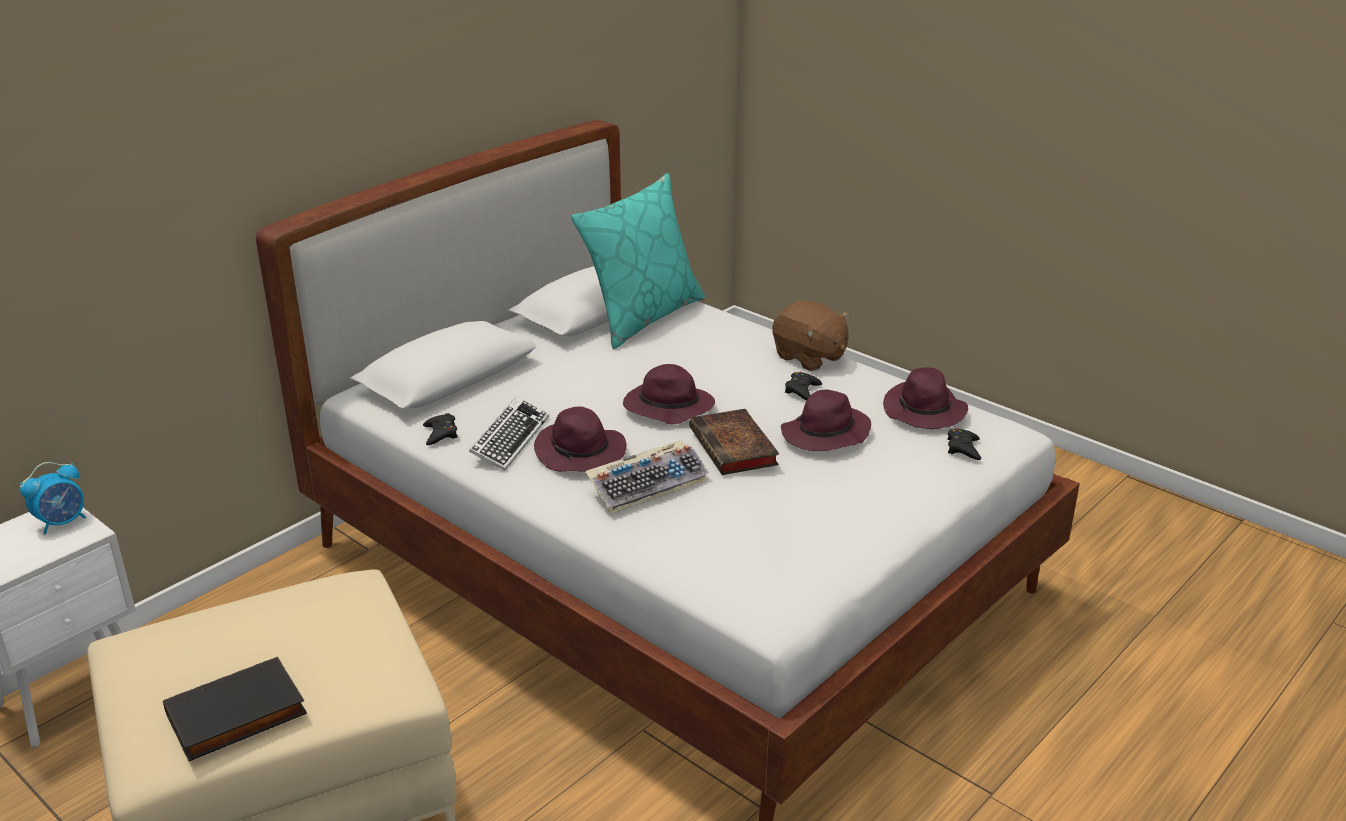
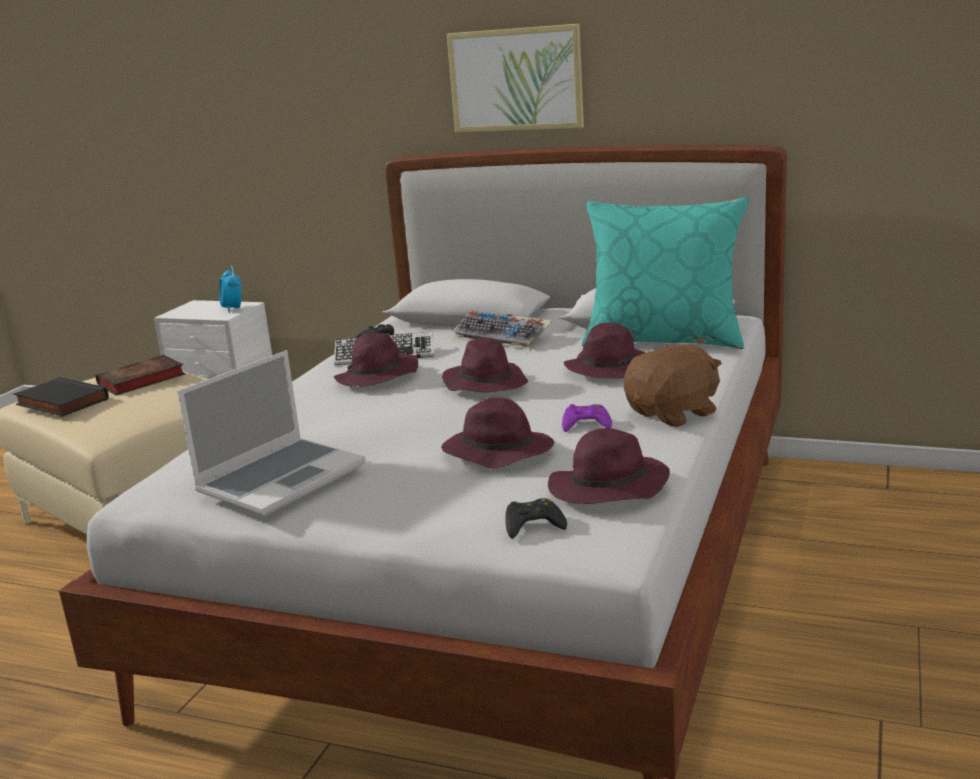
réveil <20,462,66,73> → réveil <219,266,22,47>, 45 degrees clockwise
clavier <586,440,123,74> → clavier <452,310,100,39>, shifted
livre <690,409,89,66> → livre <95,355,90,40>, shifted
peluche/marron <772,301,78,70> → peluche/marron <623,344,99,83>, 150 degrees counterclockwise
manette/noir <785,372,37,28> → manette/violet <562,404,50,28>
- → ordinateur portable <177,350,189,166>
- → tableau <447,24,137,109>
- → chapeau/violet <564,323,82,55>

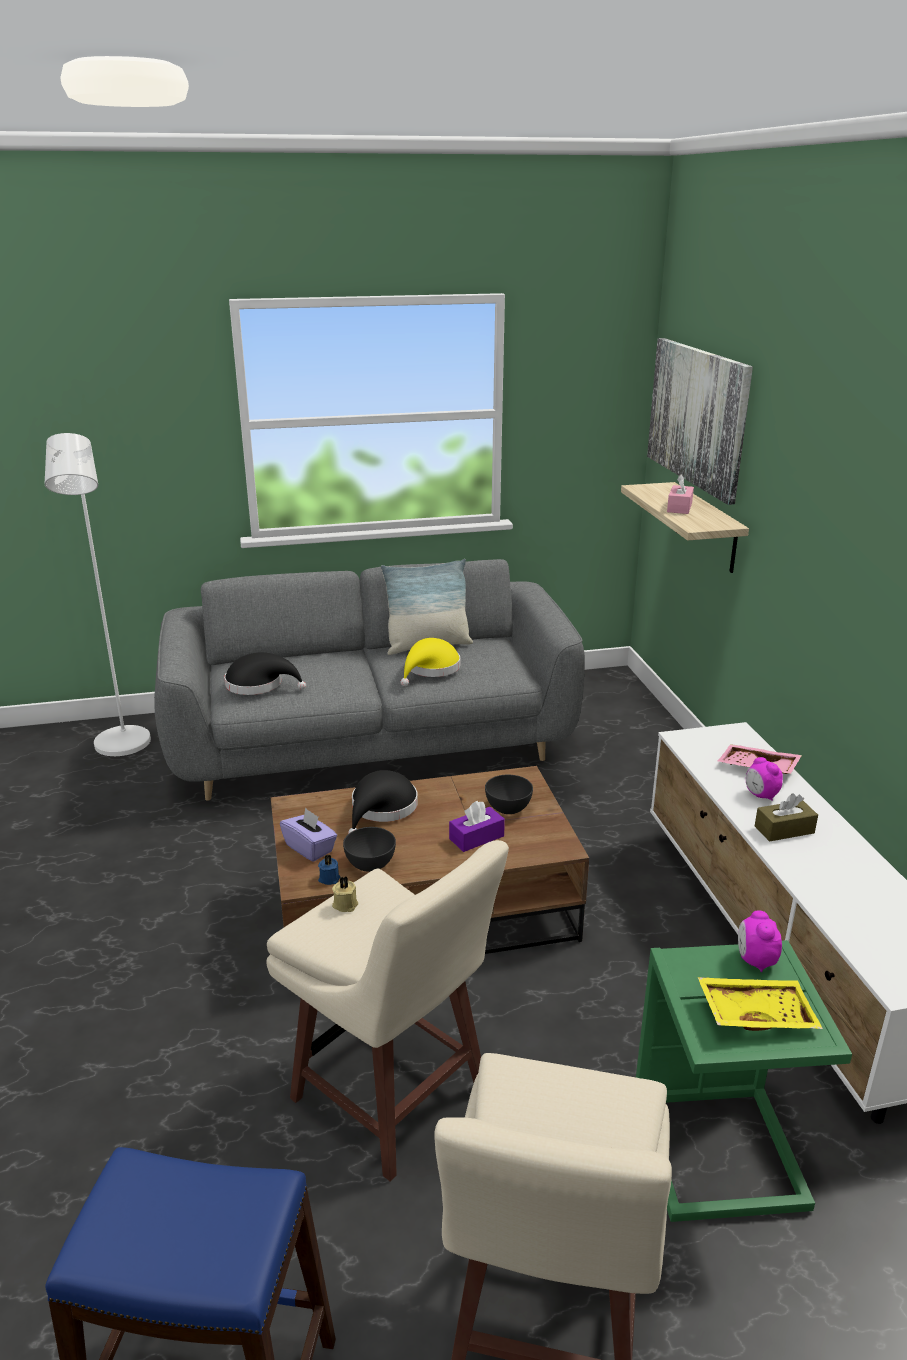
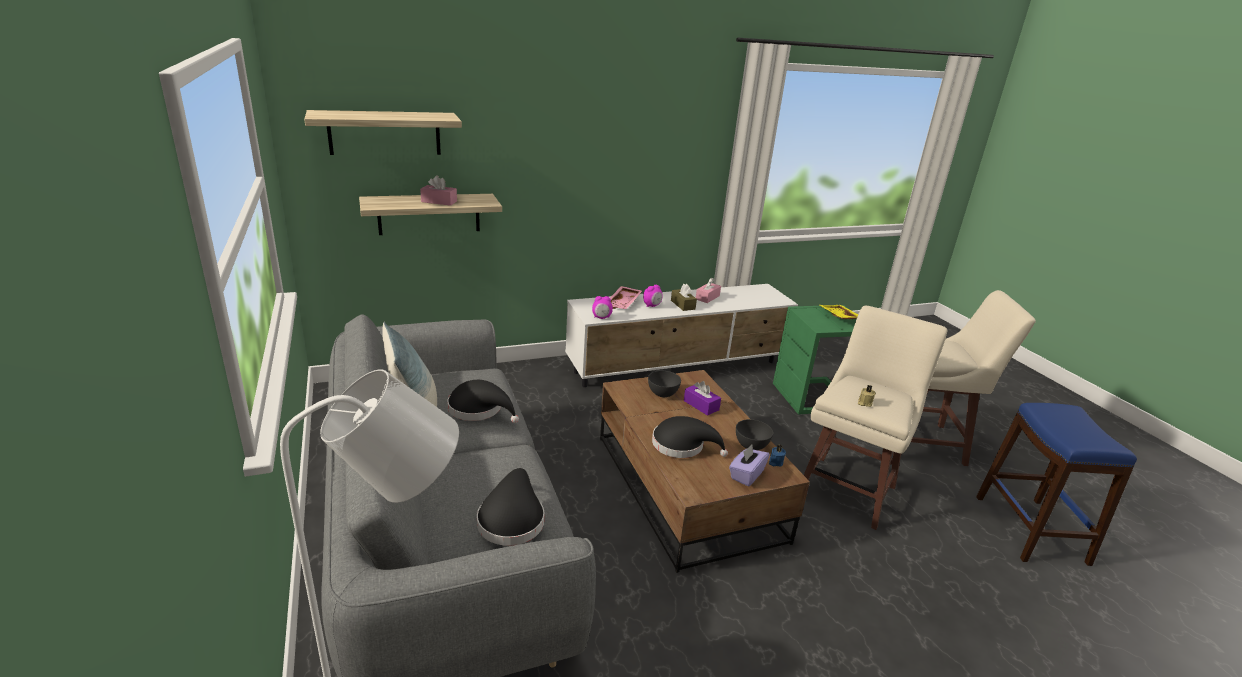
chapeau/jaune <401,638,59,48> → chapeau/noir <447,380,72,43>
tableau <647,338,106,167> → étagère <304,110,158,45>
réveil <738,910,44,62> → réveil <592,296,21,23>, shifted
- → boîte à mouchoirs/rose <696,277,25,26>

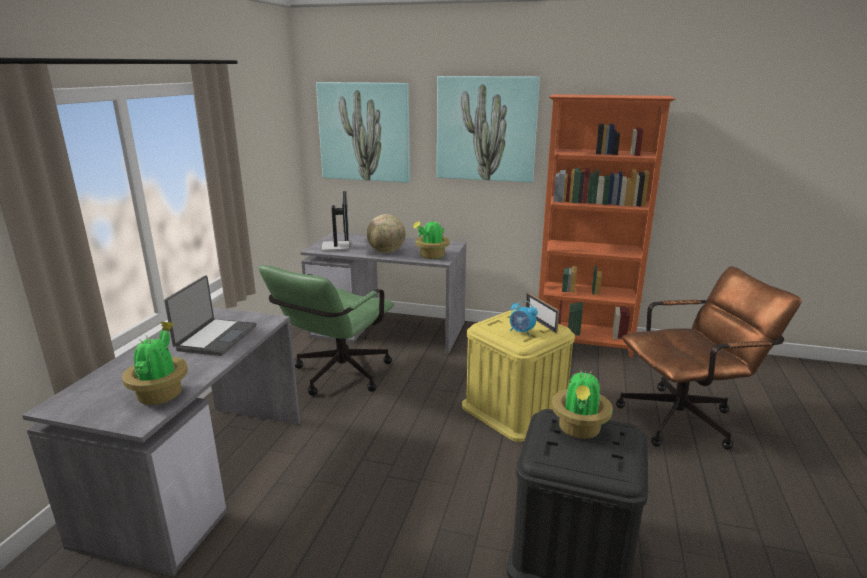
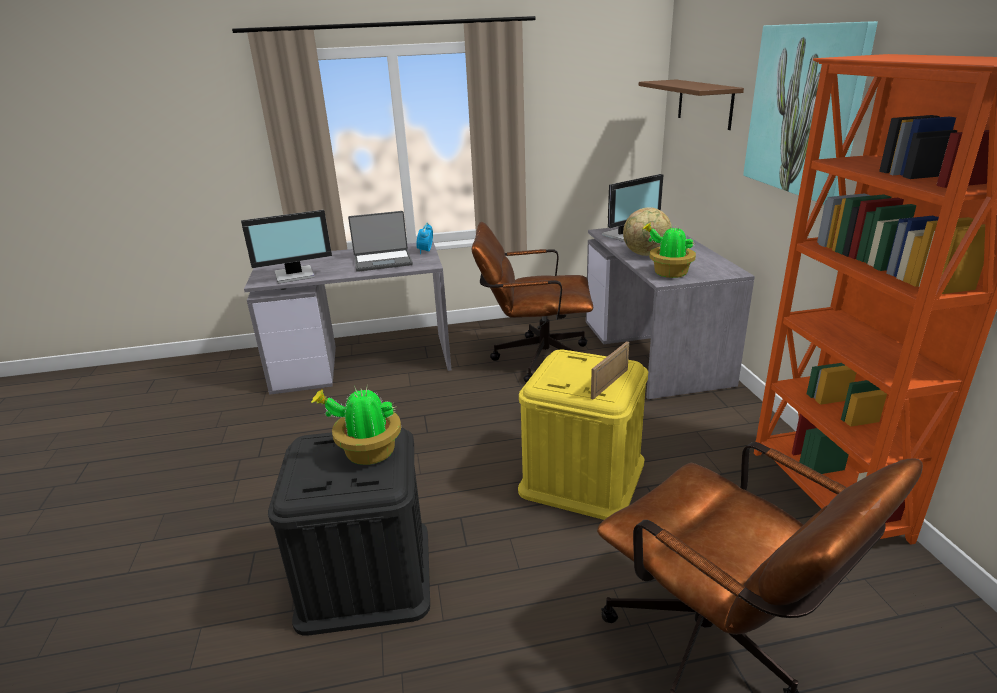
plante en pot <122,322,66,83> → écran d'ordinateur <241,210,91,73>
chaise de bureau/vert <259,265,135,131> → chaise de bureau/marron <472,222,121,161>
tableau <316,82,94,101> → étagère/marron <638,80,106,50>
réveil <510,300,28,36> → réveil <417,222,16,32>, shifted

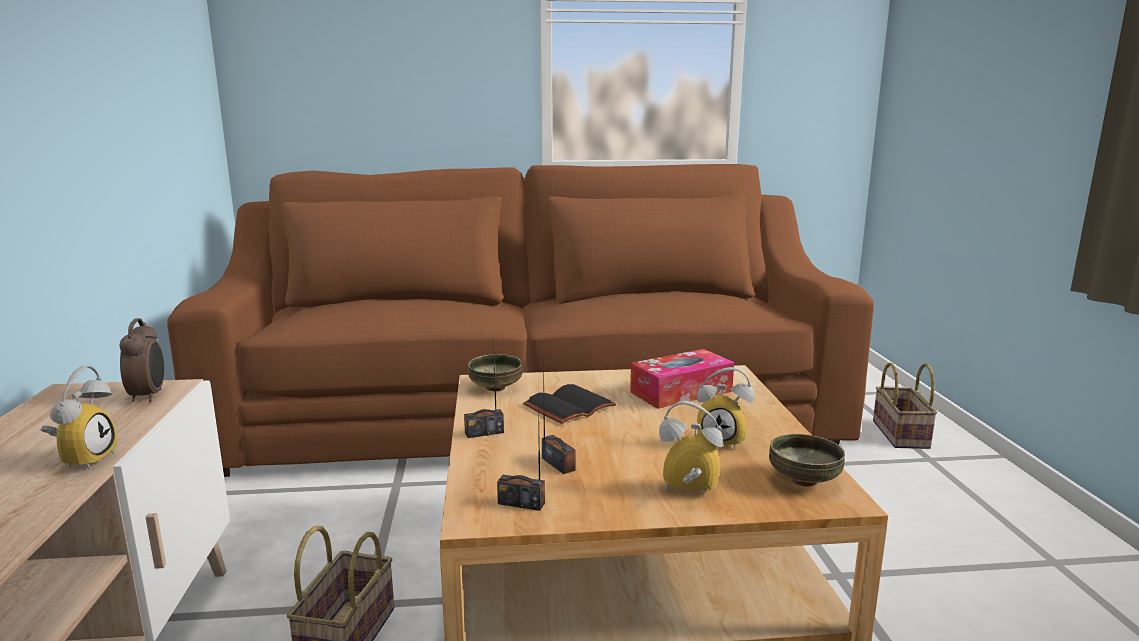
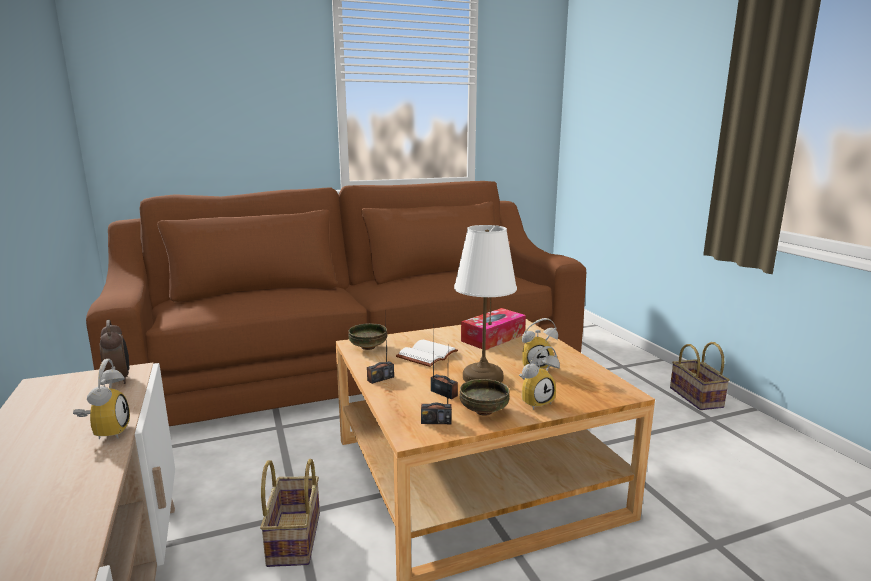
livre/noir <523,384,93,40> → livre/blanc <396,340,62,27>
réveil <659,401,64,96> → réveil <519,346,41,64>, 150 degrees clockwise
bol <769,434,76,53> → bol <460,379,50,37>, shifted
panier <873,363,65,86> → panier <670,342,60,68>, shifted
- → lampe de table/blanc <454,225,63,158>

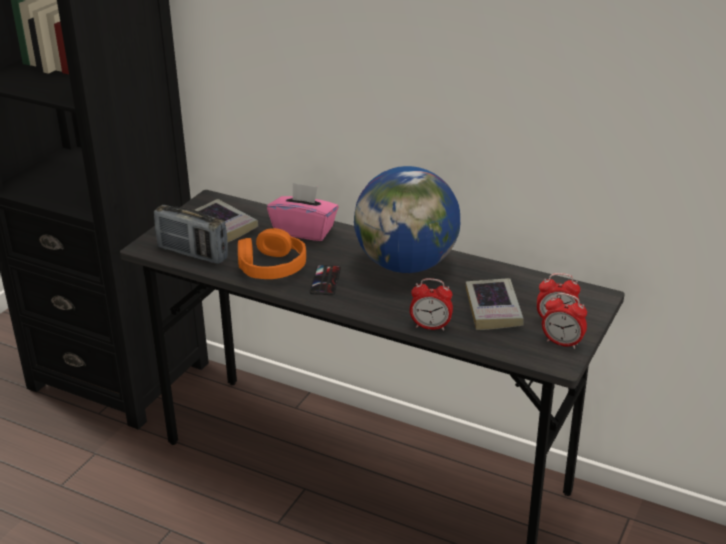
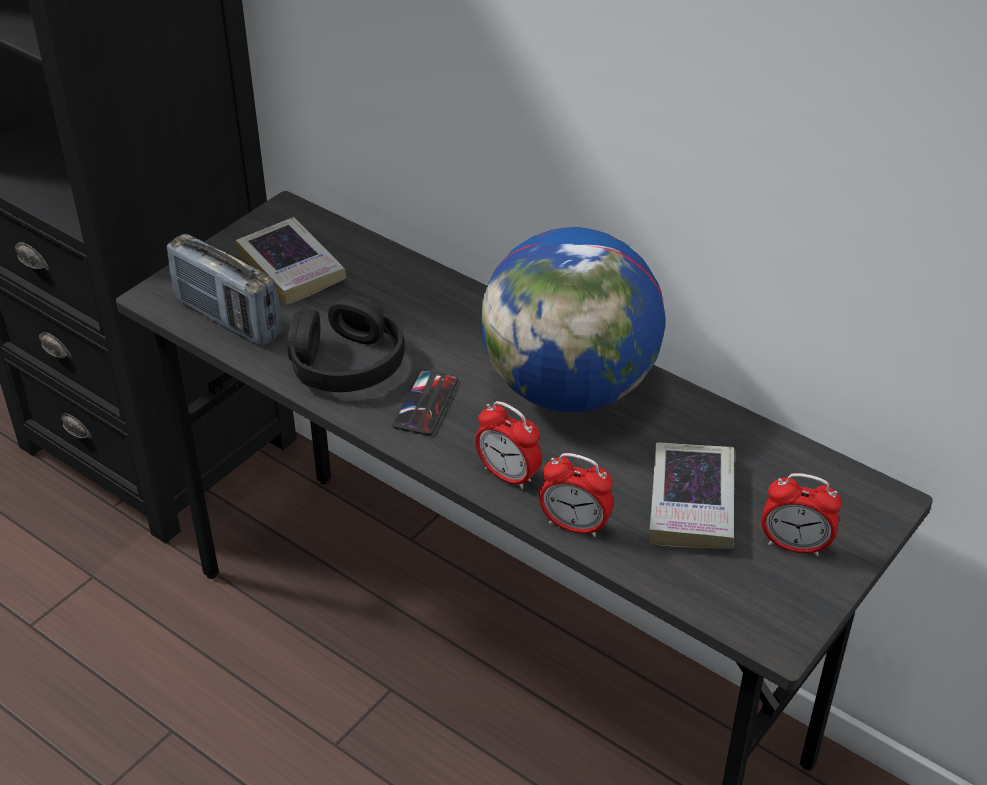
casque audio/orange <238,228,68,51> → casque audio/noir <287,295,118,97>
boîte à mouchoirs/rose <267,183,72,58> → -
réveil <542,293,45,56> → réveil <475,401,67,88>, shifted

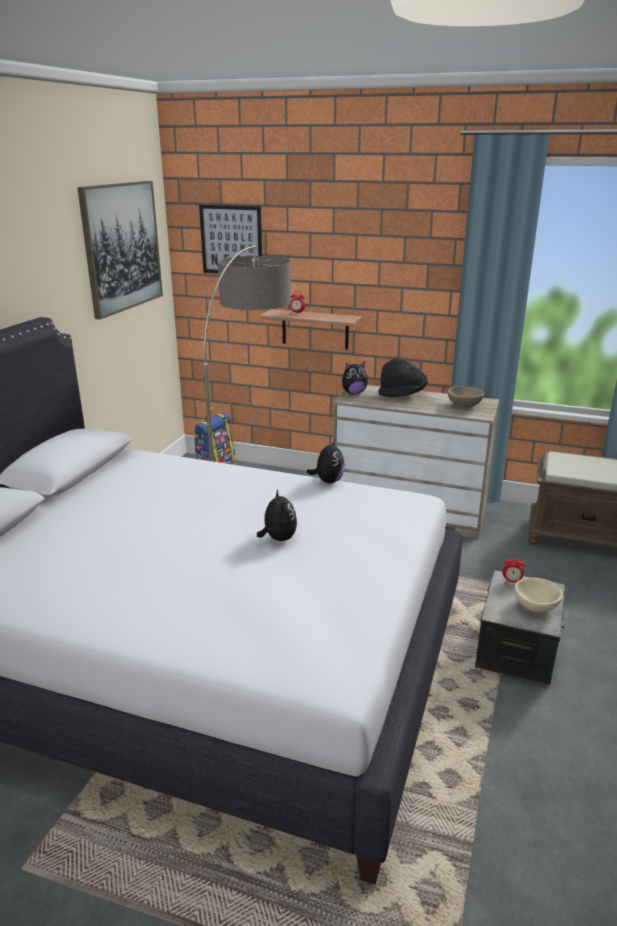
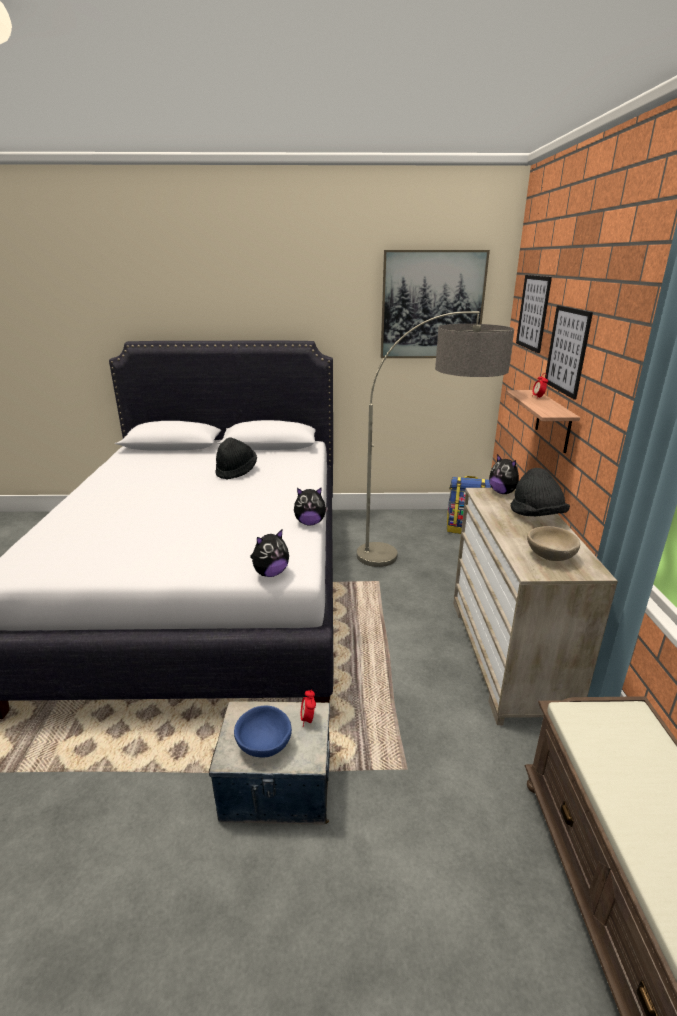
peluche <257,489,40,52> → peluche <250,530,39,47>, shifted
bol/beige <514,577,49,35> → bol/bleu <234,706,58,51>
- → chapeau/noir <216,437,41,43>
- → tableau <545,305,48,95>

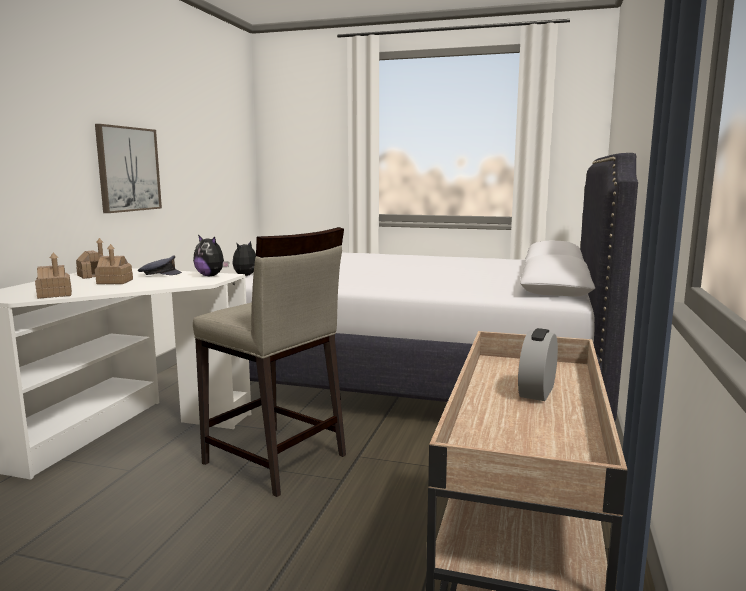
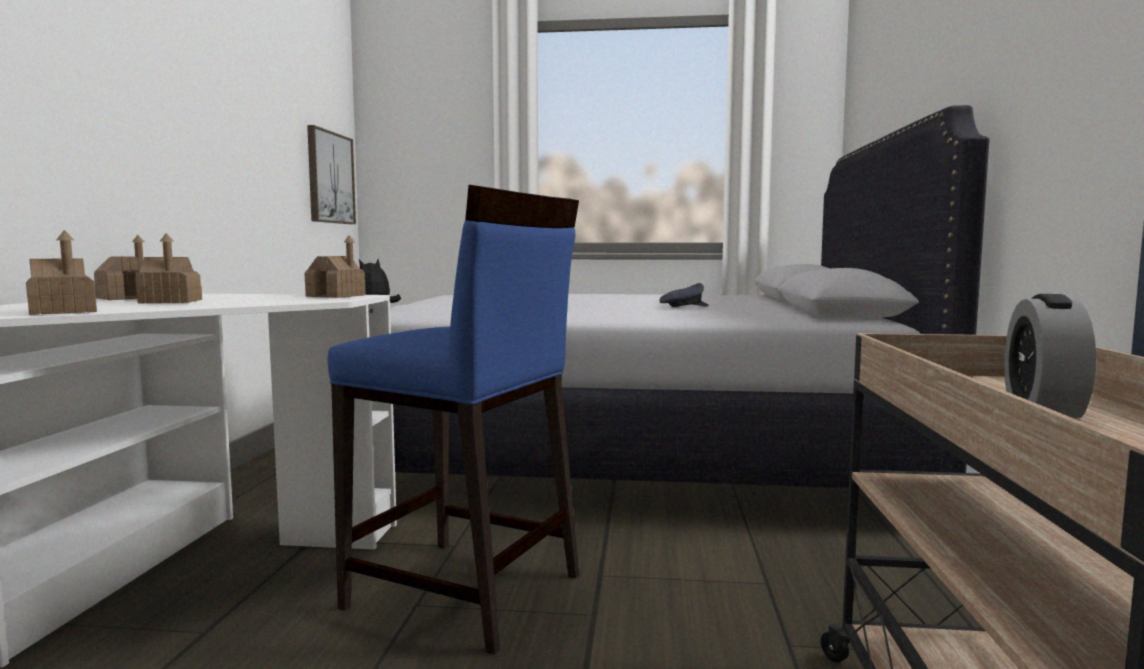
tableau <95,124,67,89> → tableau <307,125,49,99>, shifted
casquette/gris <138,255,44,20> → casquette/gris <659,283,50,24>, shifted
tabouret/beige <193,227,153,270> → tabouret/bleu <328,185,251,470>
peluche <193,235,36,41> → maison miniature <305,235,61,63>

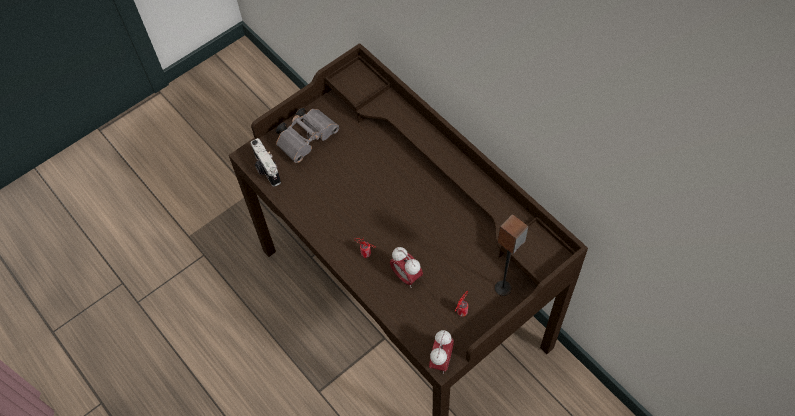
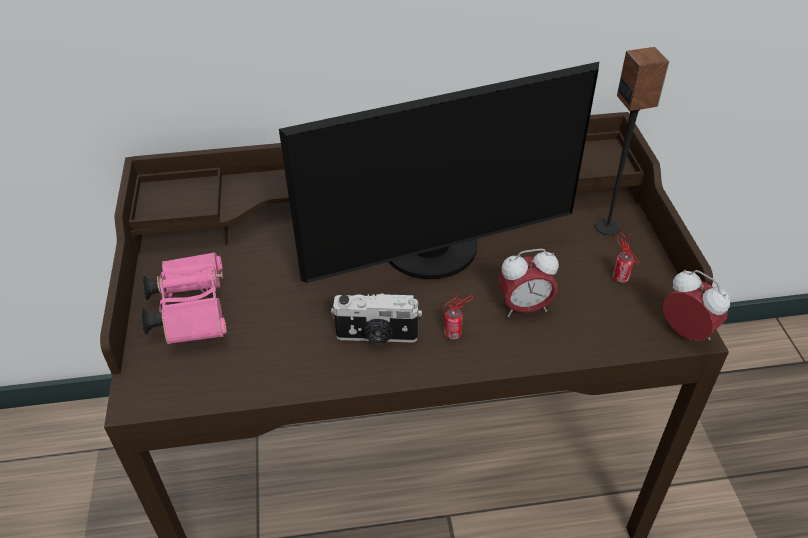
appareil photo <251,138,30,49> → appareil photo <331,293,91,51>, shifted
jumelles/gris <276,108,63,55> → jumelles/rose <141,252,86,92>
- → écran d'ordinateur <279,62,320,221>

